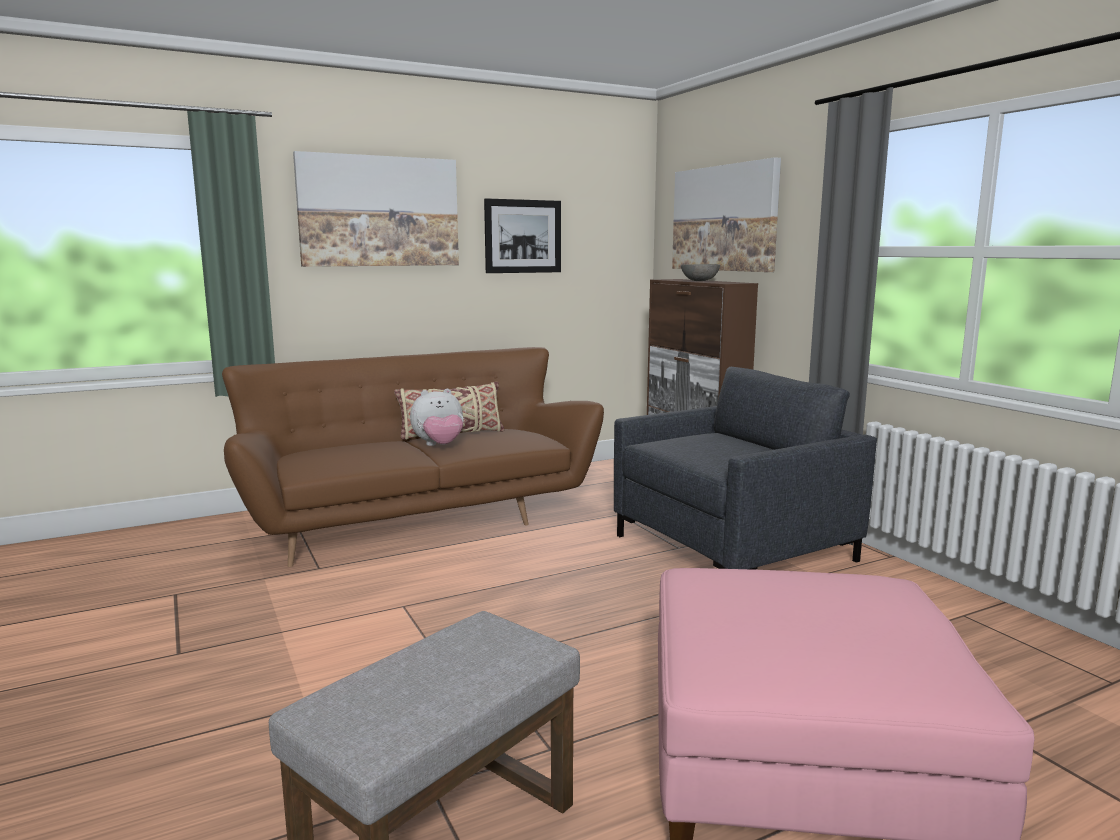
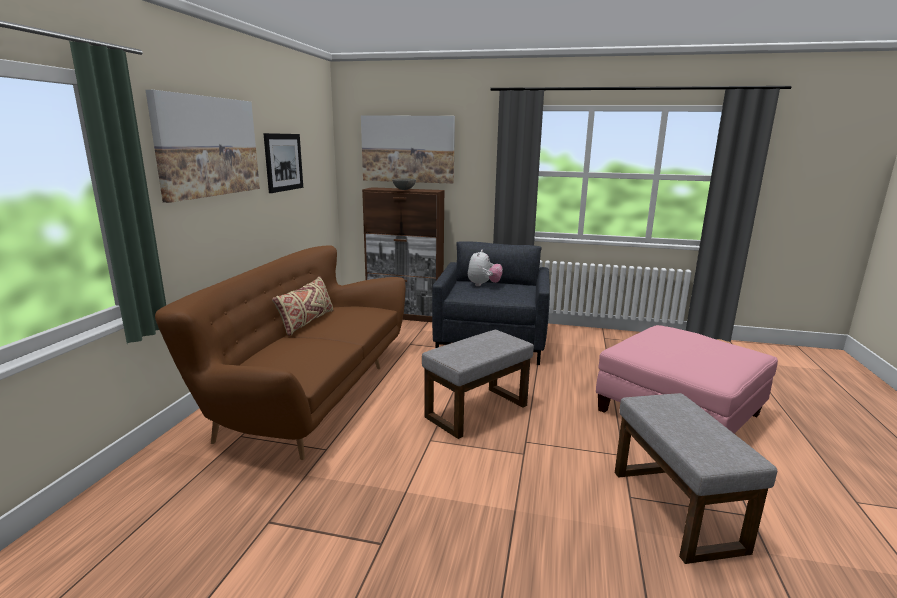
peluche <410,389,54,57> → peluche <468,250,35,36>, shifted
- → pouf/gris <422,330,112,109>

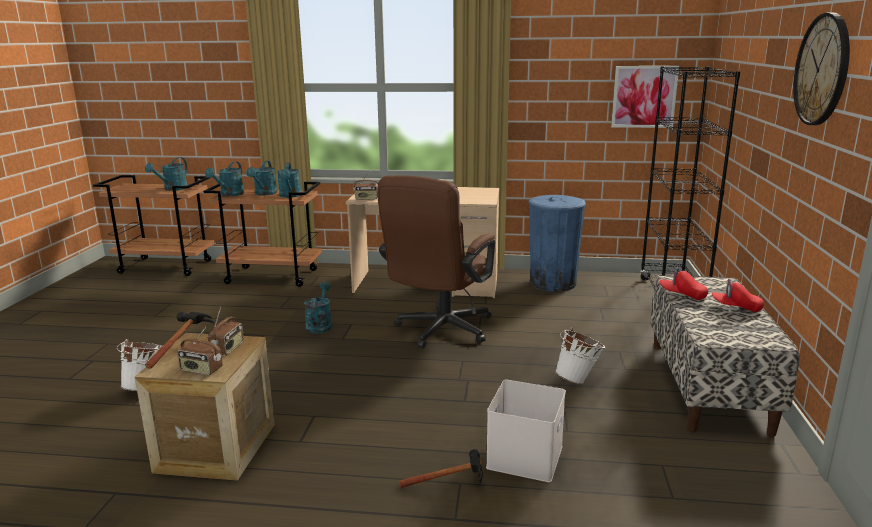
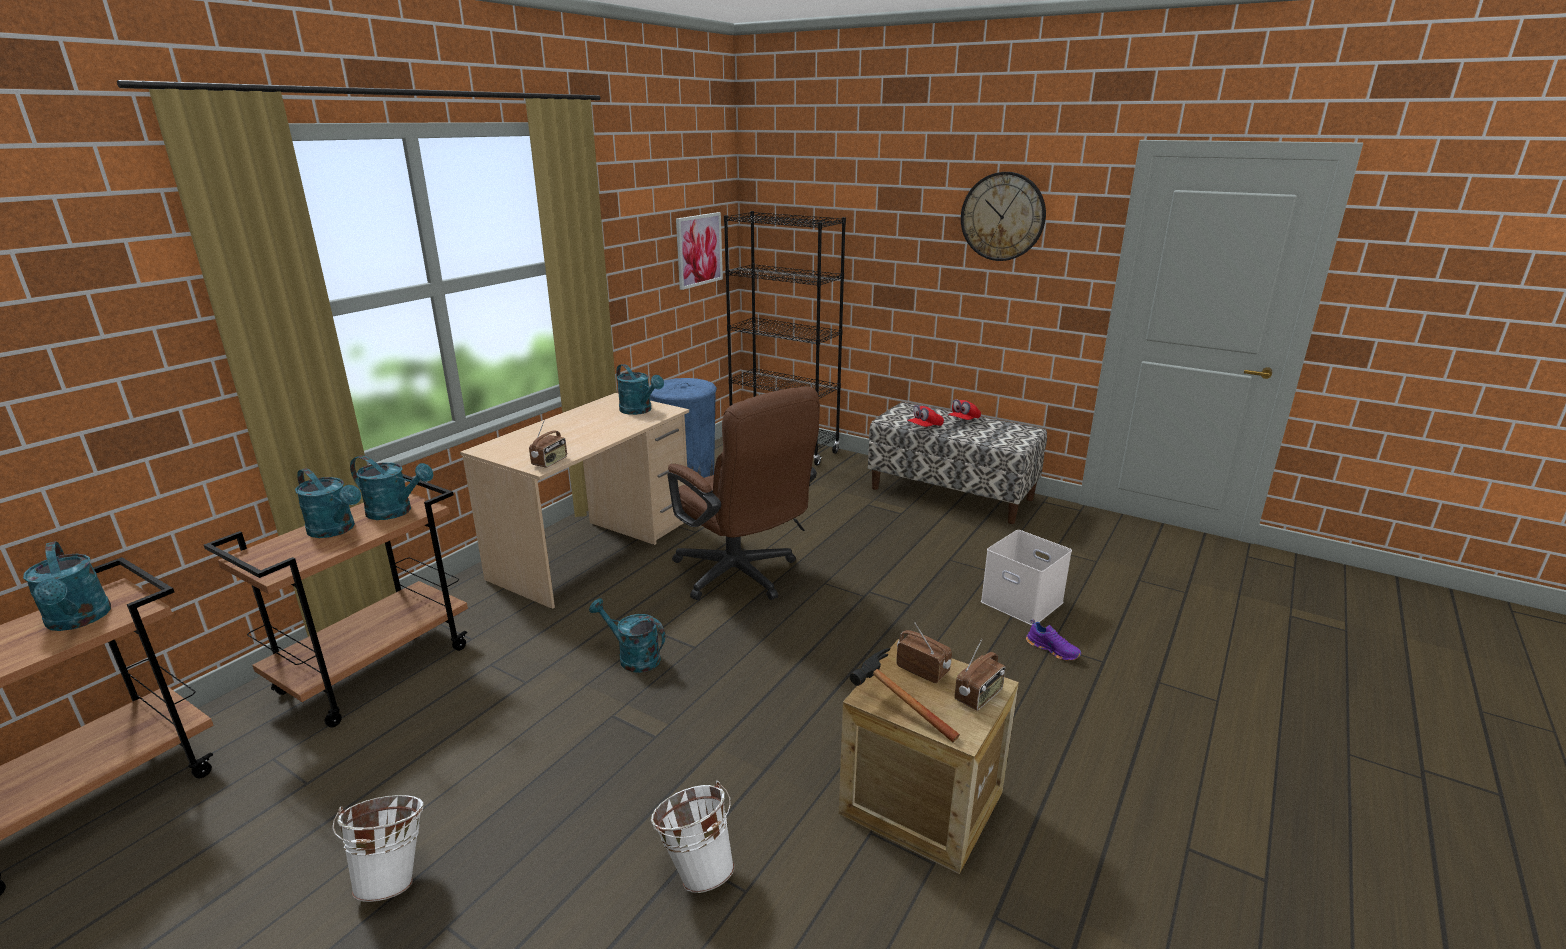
arrosoir/turquoise <205,161,39,35> → arrosoir/turquoise <616,364,48,51>, shifted
marteau <399,449,84,39> → chaussure/violet <1026,619,55,42>
seau/blanc <555,328,50,56> → seau/blanc <333,795,91,107>, shifted

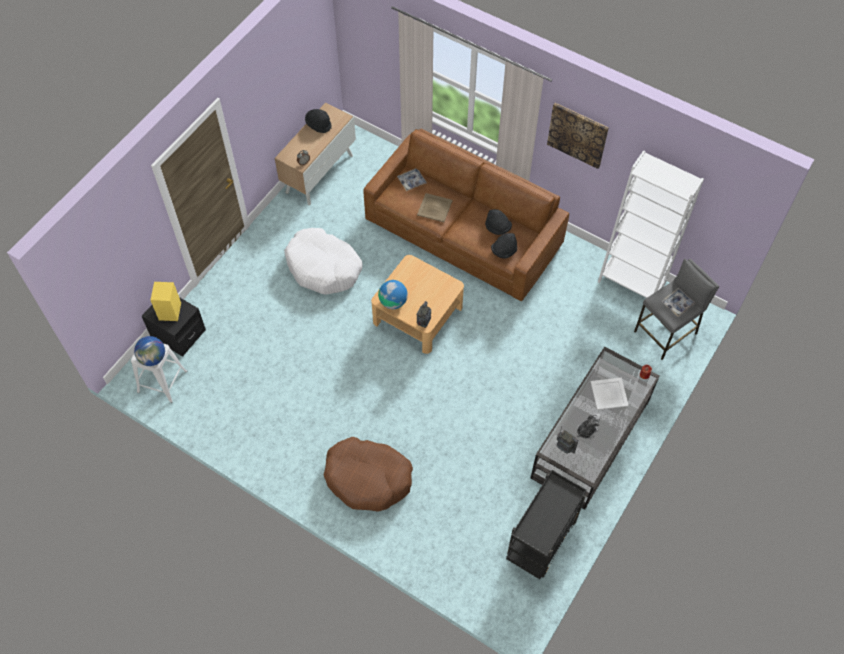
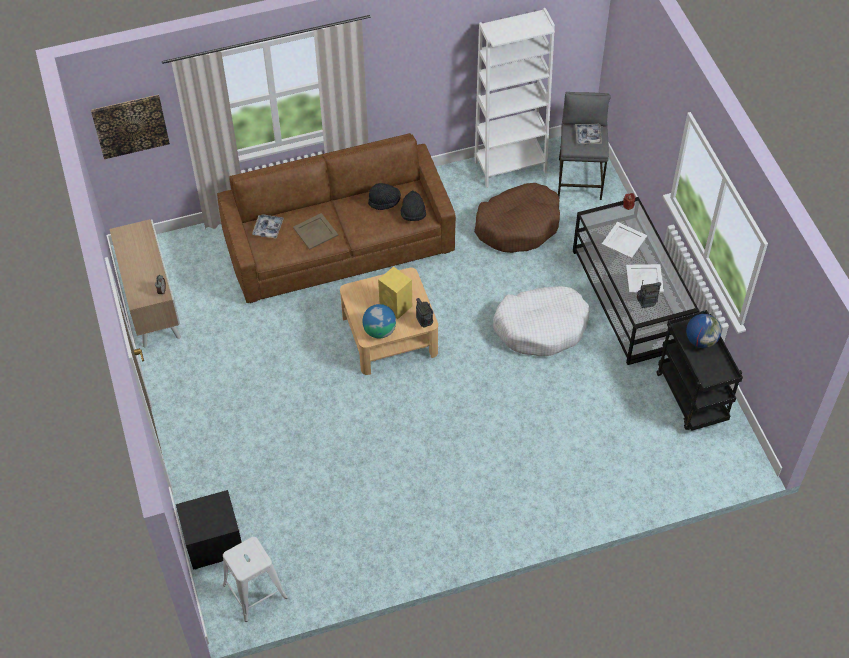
globe <134,336,31,30> → globe <686,314,35,34>, shifted
enceinte/jaune <150,282,31,39> → enceinte/jaune <378,266,34,53>, shifted
panier pour chien/blanc <284,228,79,67> → panier pour chien/blanc <493,286,97,70>, shifted
chapeau/noir <305,109,26,24> → -
panier pour chien/marron <324,437,89,74> → panier pour chien/marron <474,183,86,70>, shifted
tableau <547,103,62,66> → tableau <91,94,79,65>, shifted
peluche <577,414,24,26> → plateau/blanc <626,264,38,29>

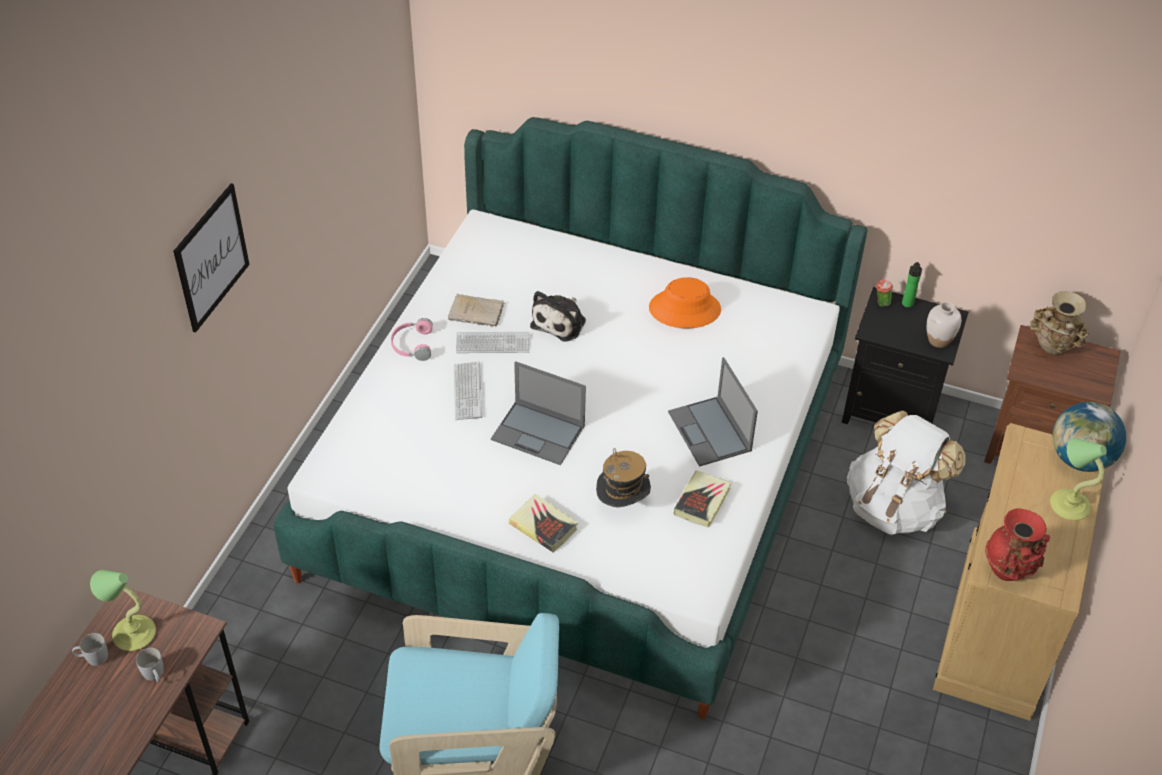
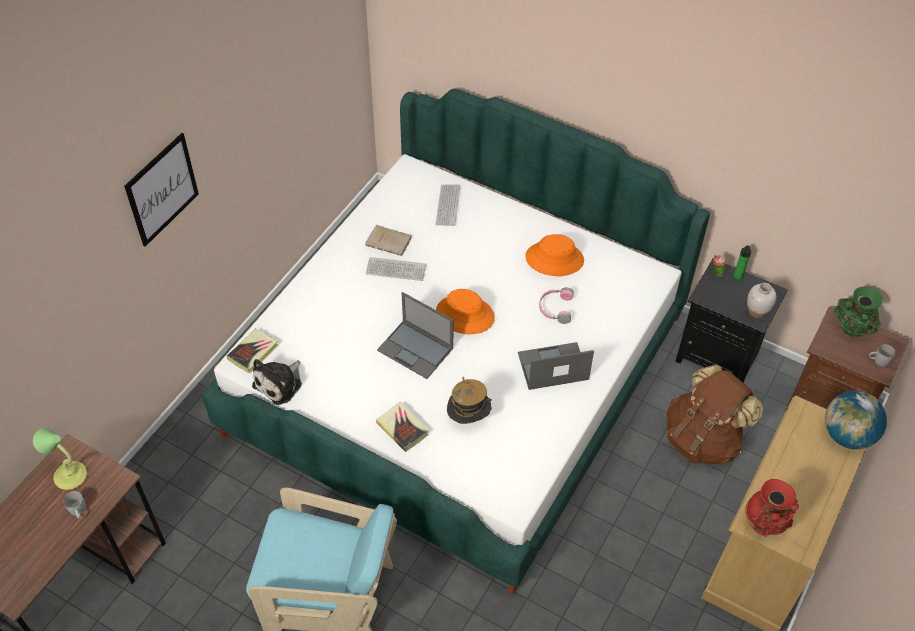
mug/blanc <72,633,36,33> → mug/blanc <869,344,26,23>, shifted
casque audio/rose <391,318,42,43> → casque audio/rose <539,288,35,36>, shifted
clavier <454,361,28,59> → clavier <436,184,24,42>, shifted
peluche <530,291,56,51> → peluche <252,359,50,46>, shifted
ordinateur portable <668,357,90,110> → ordinateur portable <518,342,76,48>, 90 degrees clockwise
livre <674,470,58,58> → livre <227,328,52,45>, shifted
sac à dos/blanc <847,410,118,125> → sac à dos/marron <667,365,96,101>
vase/beige <1030,291,59,64> → vase/vert <834,287,48,50>
lampe de table <1050,438,57,82> → -
- → chapeau/orange <436,289,59,45>

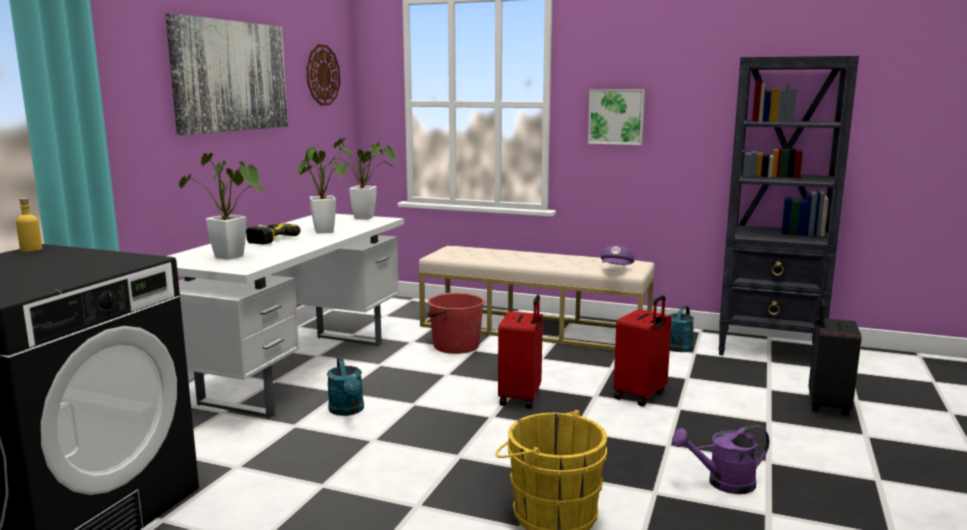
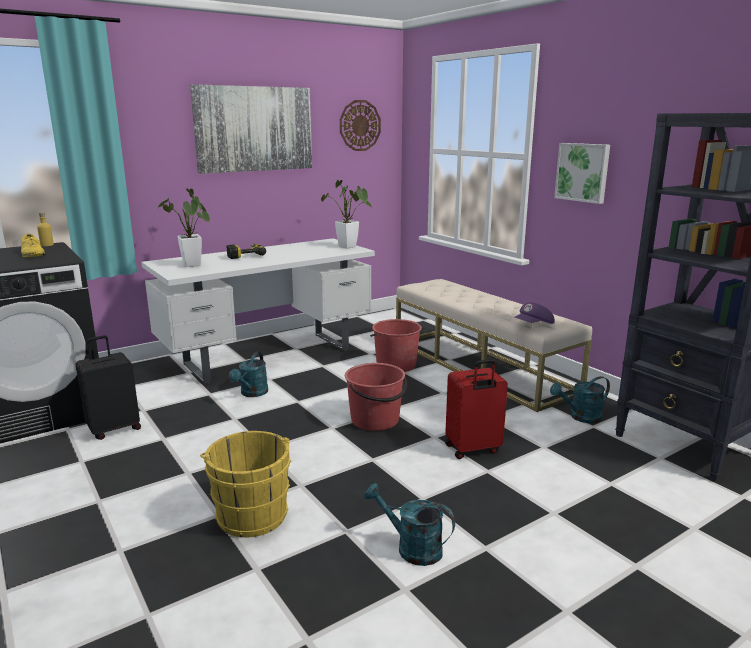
plante en pot <298,143,54,90> → -
valise/rouge <498,295,45,113> → seau/rouge <345,363,62,68>
arrosoir/violet <672,425,97,69> → arrosoir/turquoise <364,483,91,83>
valise/noir <809,298,52,117> → valise/noir <75,335,66,105>, shifted
- → chaussure/jaune <21,234,25,23>

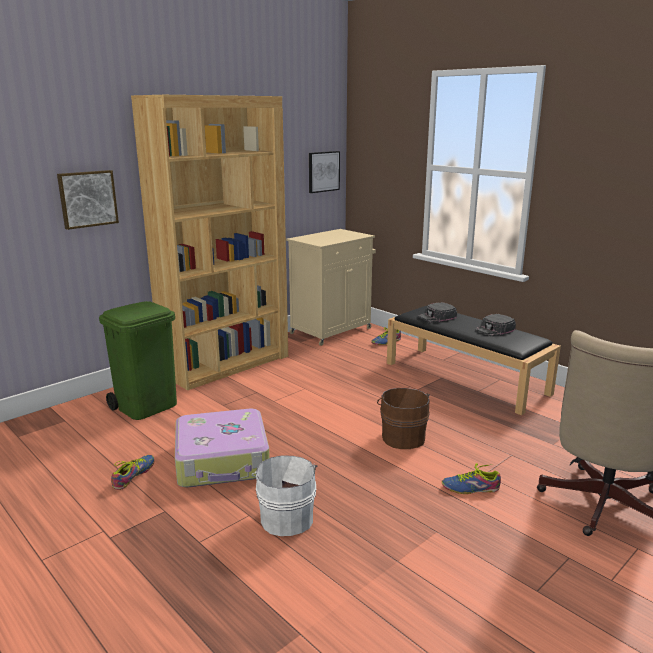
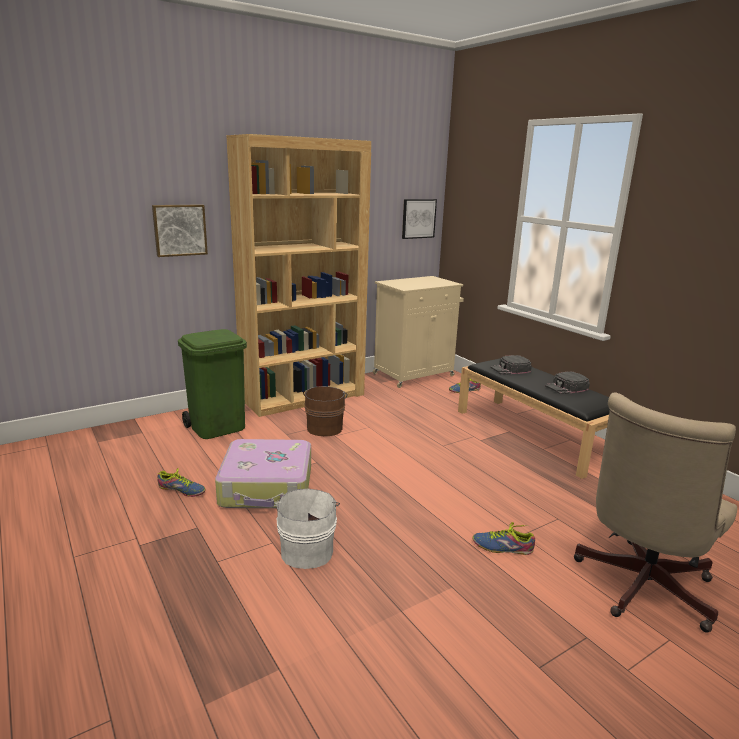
chaussure <111,455,44,35> → chaussure <158,468,48,29>, 75 degrees clockwise
seau/marron <377,388,53,61> → seau/marron <303,386,44,50>, shifted

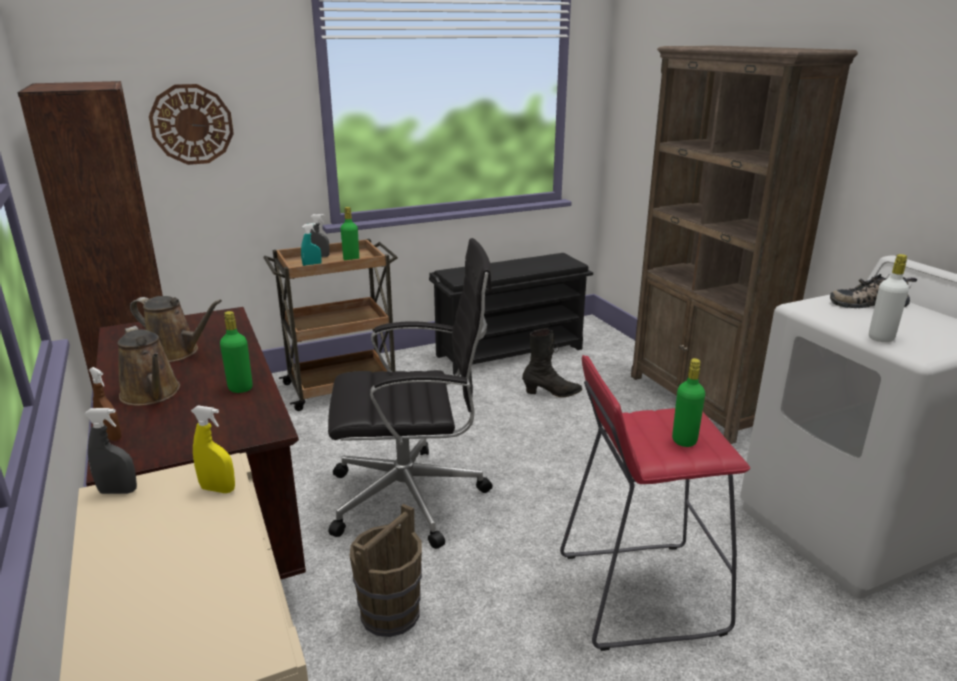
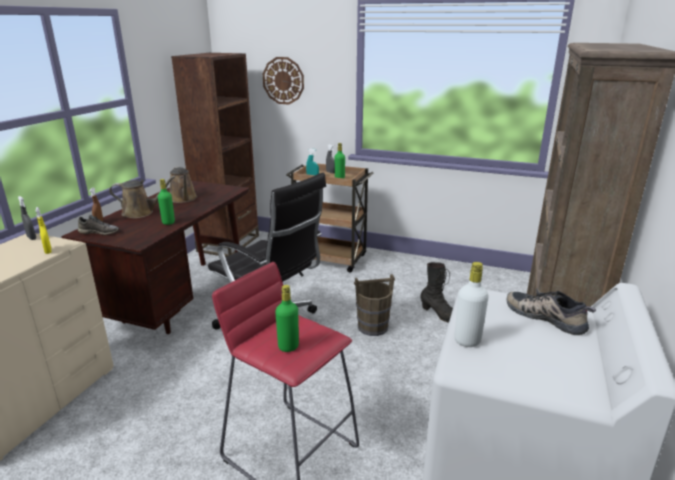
arrosoir/marron <117,326,63,80> → arrosoir/marron <109,175,67,43>, 105 degrees counterclockwise
seau/marron <350,504,72,133> → seau/marron <354,274,41,62>, shifted
étagère à chaussures/noir <429,253,164,122> → -
- → chaussure/gris <78,215,41,20>

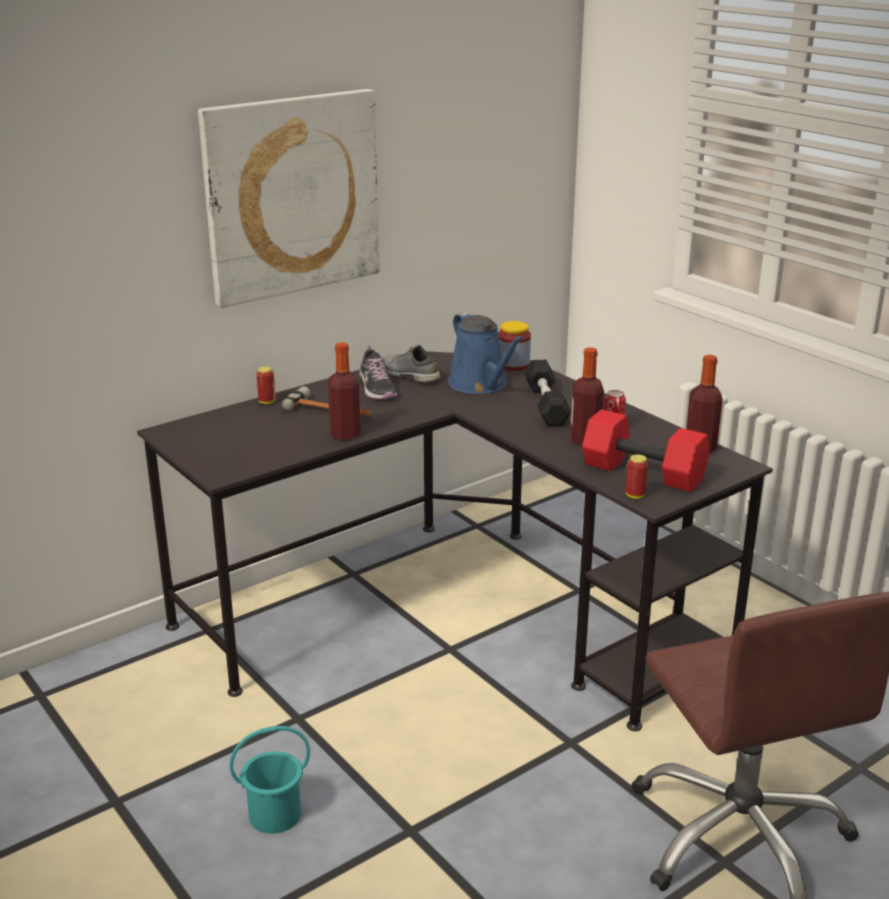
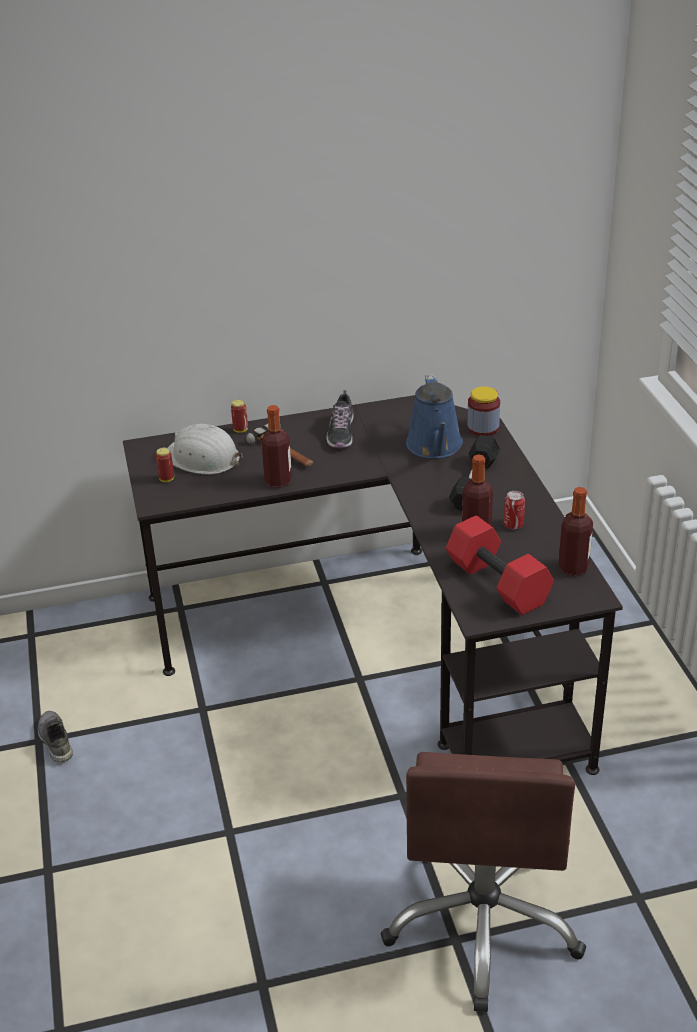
tableau <198,89,182,219> → -
seau/turquoise <230,726,80,108> → -
chaussure/gris <383,345,57,38> → chaussure/gris <38,711,35,51>, shifted
boîte métallique <626,454,22,45> → boîte métallique <156,448,18,34>, shifted
- → casque de chantier/blanc <168,424,75,51>

